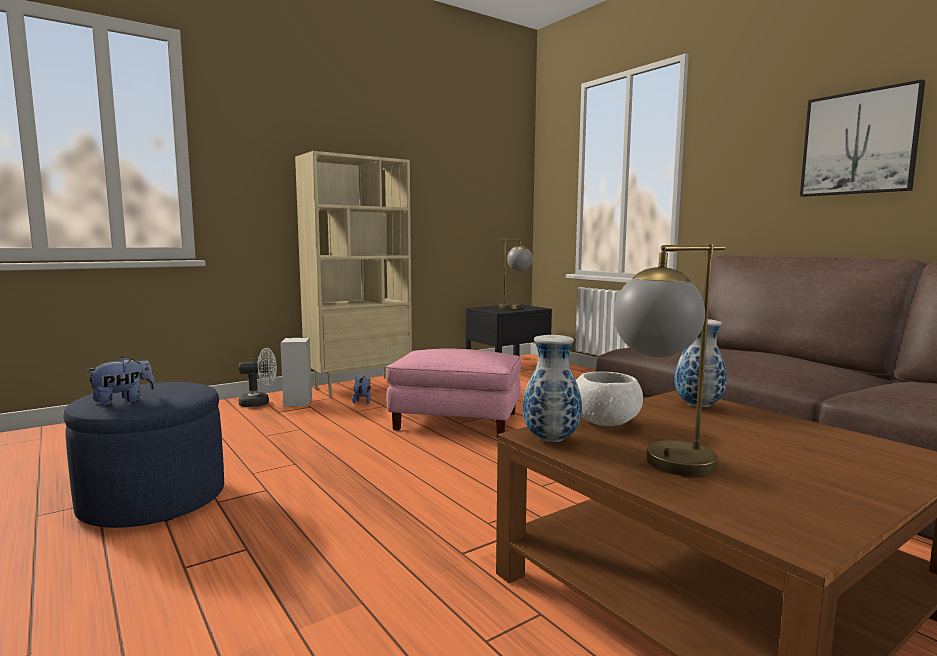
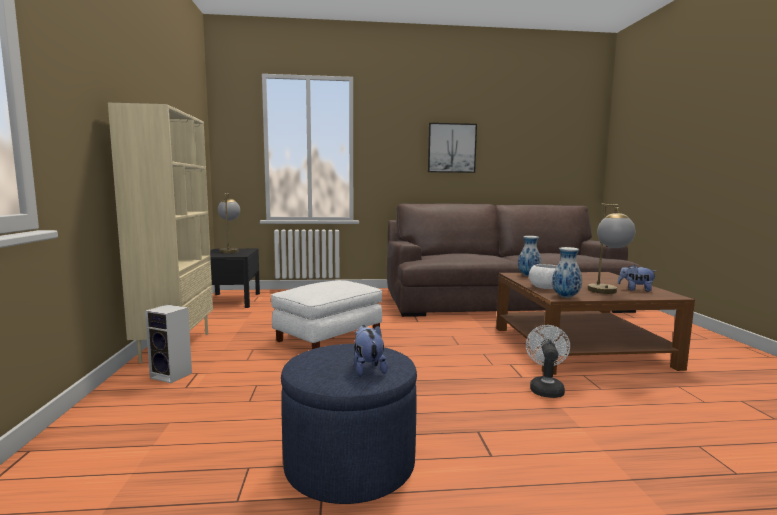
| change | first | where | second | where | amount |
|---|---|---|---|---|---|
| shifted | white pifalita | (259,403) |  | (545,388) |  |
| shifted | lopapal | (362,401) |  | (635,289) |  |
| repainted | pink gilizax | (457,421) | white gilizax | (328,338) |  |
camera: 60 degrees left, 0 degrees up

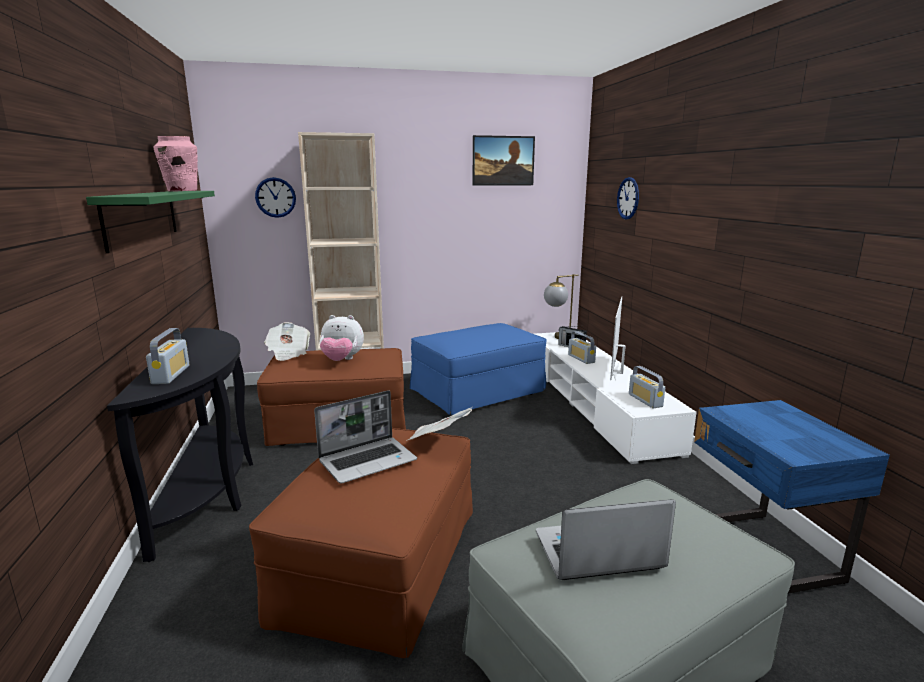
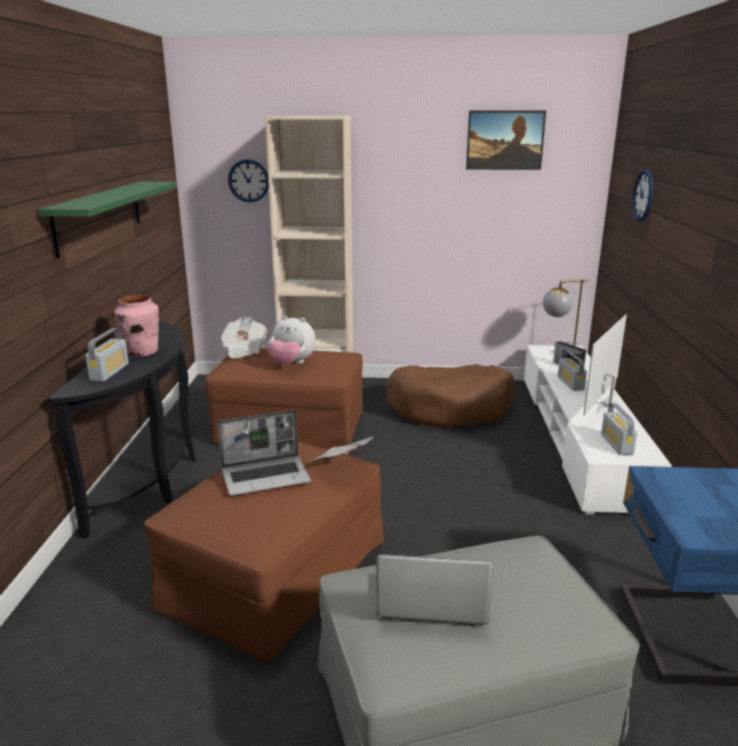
| change | first | where | second | where | amount |
|---|---|---|---|---|---|
| shifted | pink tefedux | (182,191) |  | (142,352) |  |
| swapped | blue gilizax | (478,392) | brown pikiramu | (450,408) |  |
camera: 15 degrees right, 5 degrees up

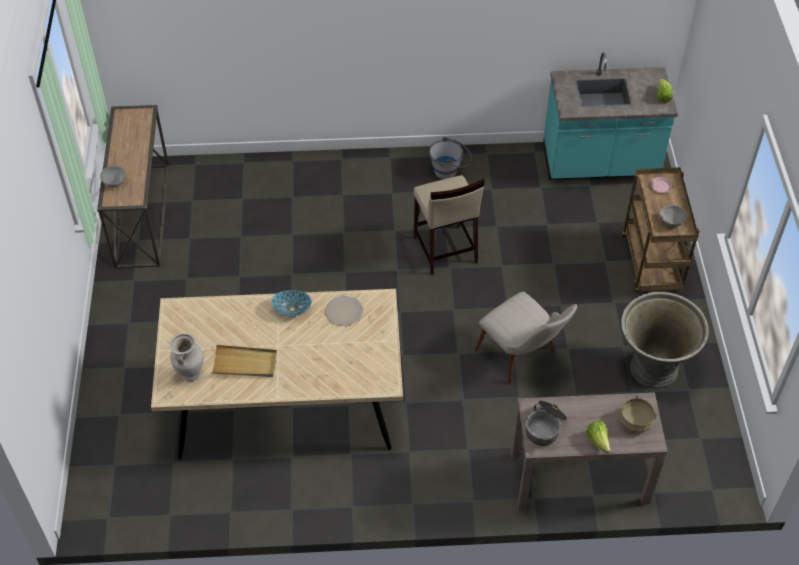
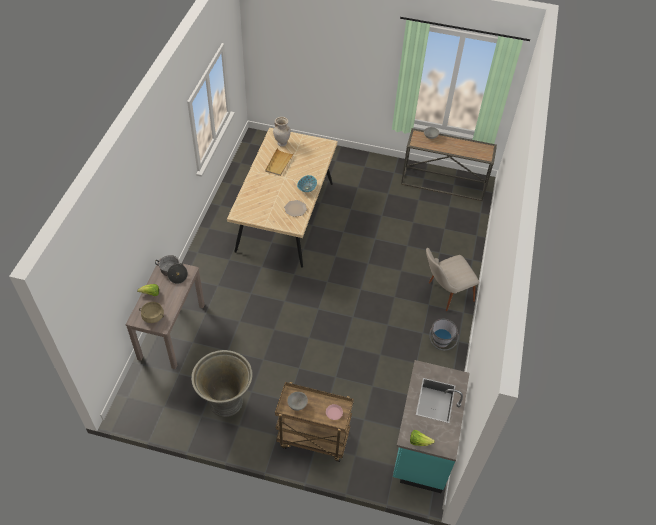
| change | first | where | second | where | amount |
|---|---|---|---|---|---|
| gone | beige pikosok | (444,250) |  |  |  |
| shifted | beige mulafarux | (523,359) |  | (444,294) |  |
camera: 105 degrees right, 0 degrees up

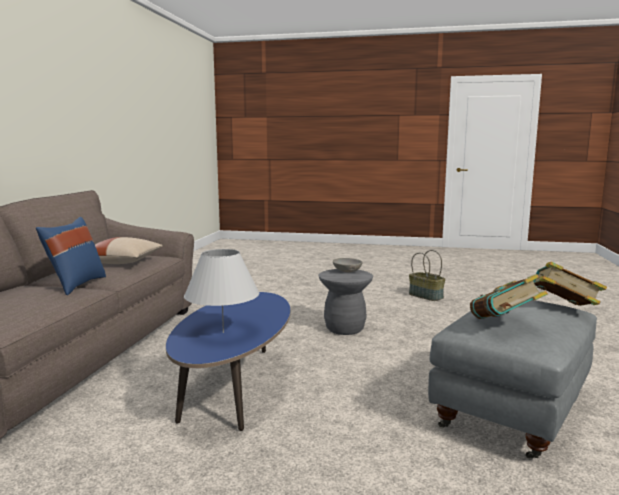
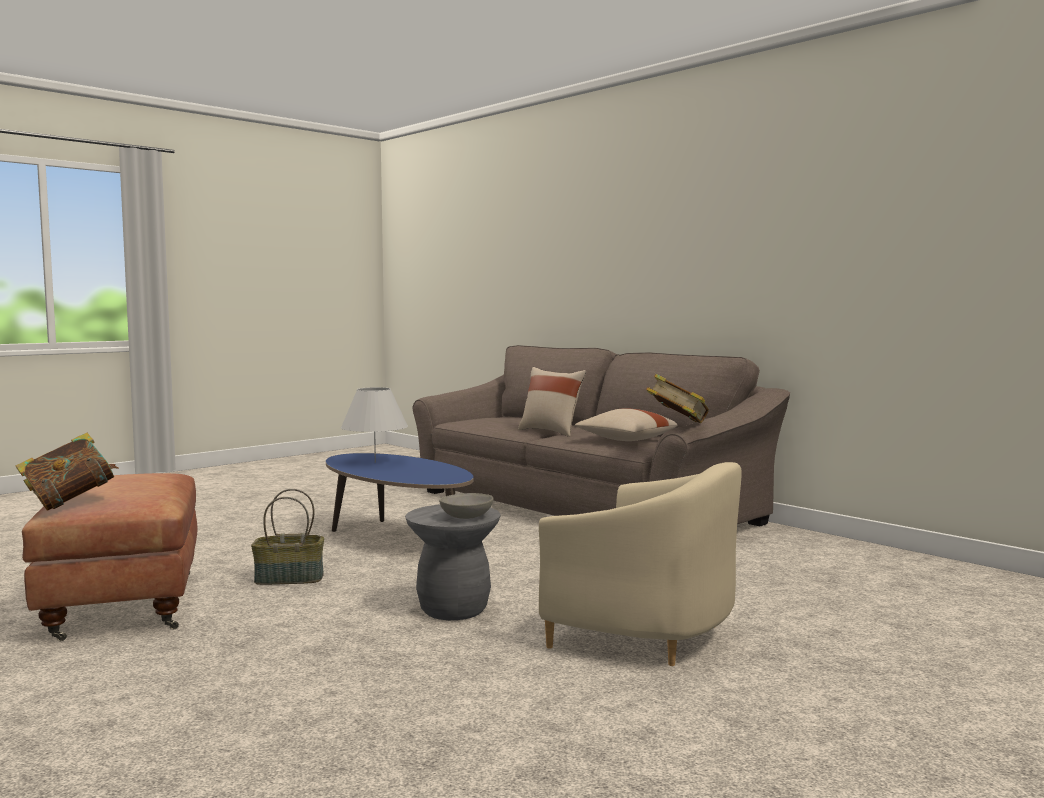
| change | first | where | second | where | amount |
|---|---|---|---|---|---|
| repainted | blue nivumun | (76,285) | beige nivumun | (551,432) |  |
| shifted | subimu | (426,296) |  | (288,579) |  |
| repainted | grey gilizax | (512,413) | brown gilizax | (123,604) |  |
| shifted | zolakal | (504,324) |  | (677,423) |  |
| new |  |  | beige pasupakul | (644,634) |  |
camera: 125 degrees right, 5 degrees down

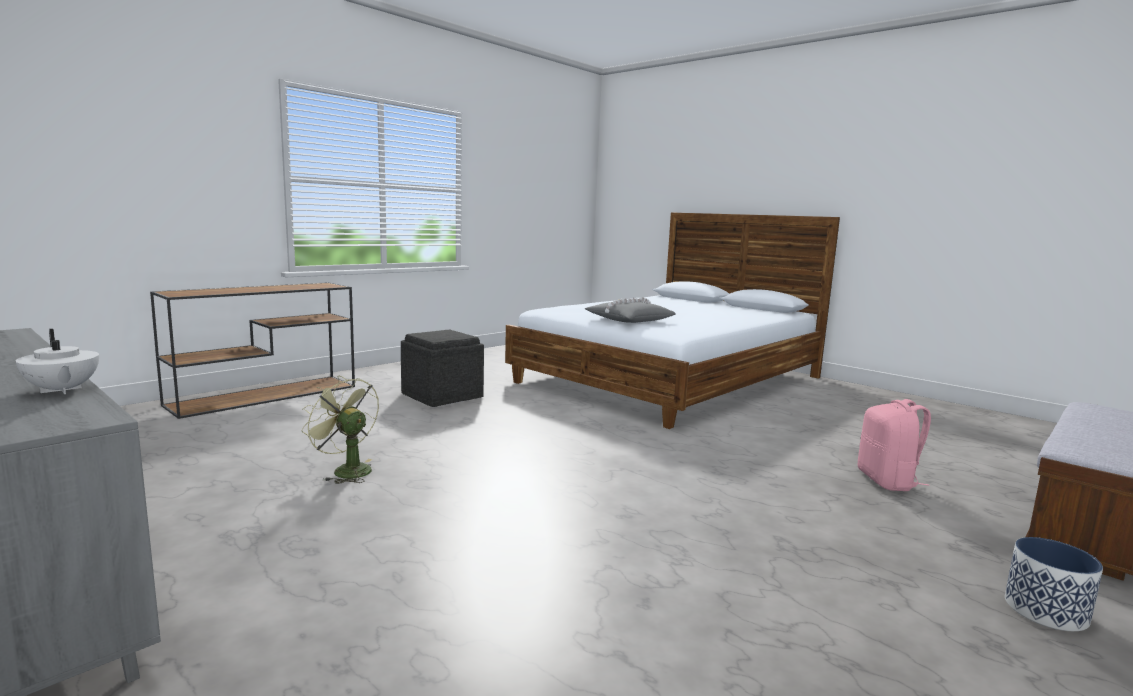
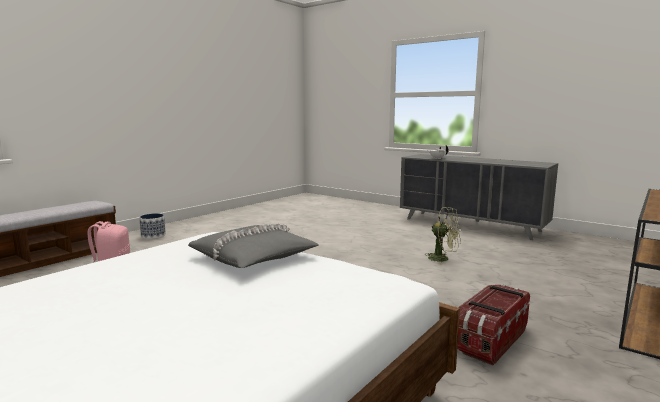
| change | first | where | second | where | amount |
|---|---|---|---|---|---|
| swapped | grey gilizax | (442,396) | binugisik | (489,340) |  |
camera: 175 degrees right, 0 degrees up

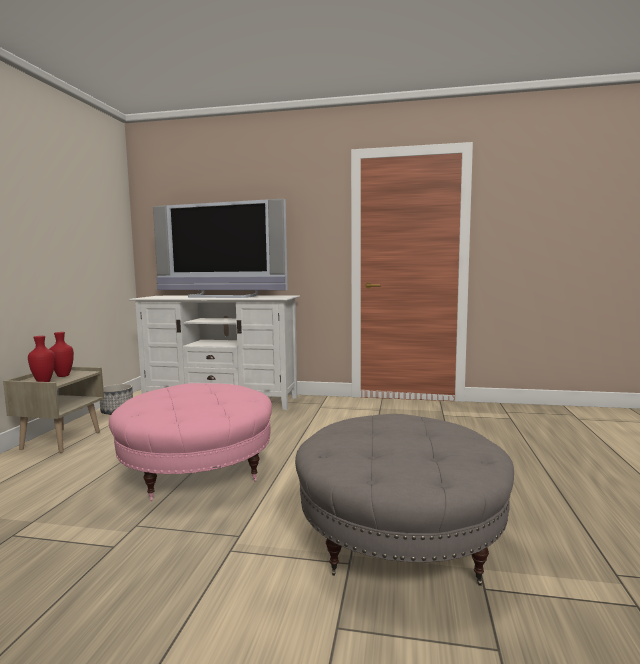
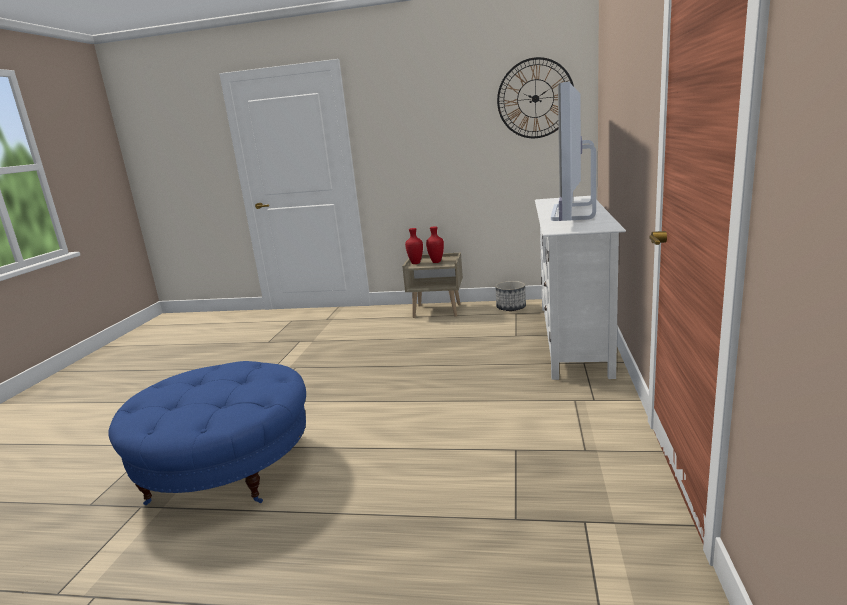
| change | first | where | second | where | amount |
|---|---|---|---|---|---|
| gone | pink gilizax | (198,470) |  |  |  |
| repainted | grey gilizax | (400,537) | blue gilizax | (227,468) |  |
| new |  |  | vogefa | (535,98) |  |
camera: 90 degrees right, 10 degrees up

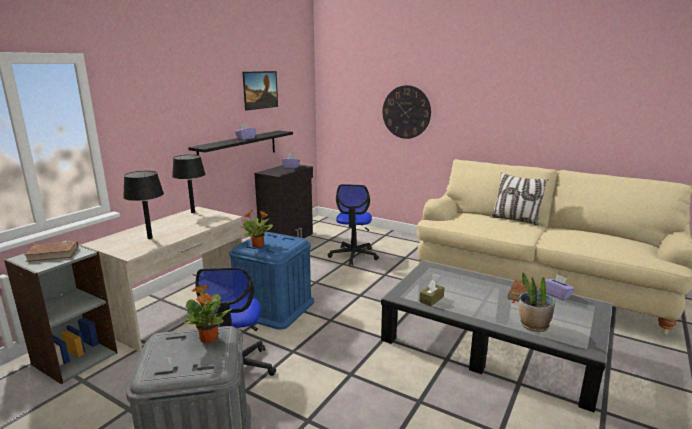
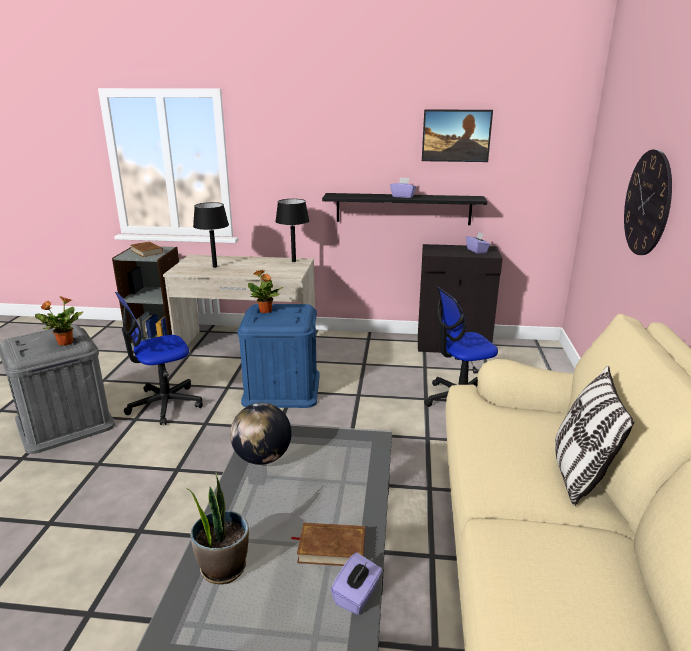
| change | first | where | second | where | amount |
|---|---|---|---|---|---|
| swapped | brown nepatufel | (431,299) | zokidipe | (262,458) |  |
camera: 65 degrees right, 5 degrees up

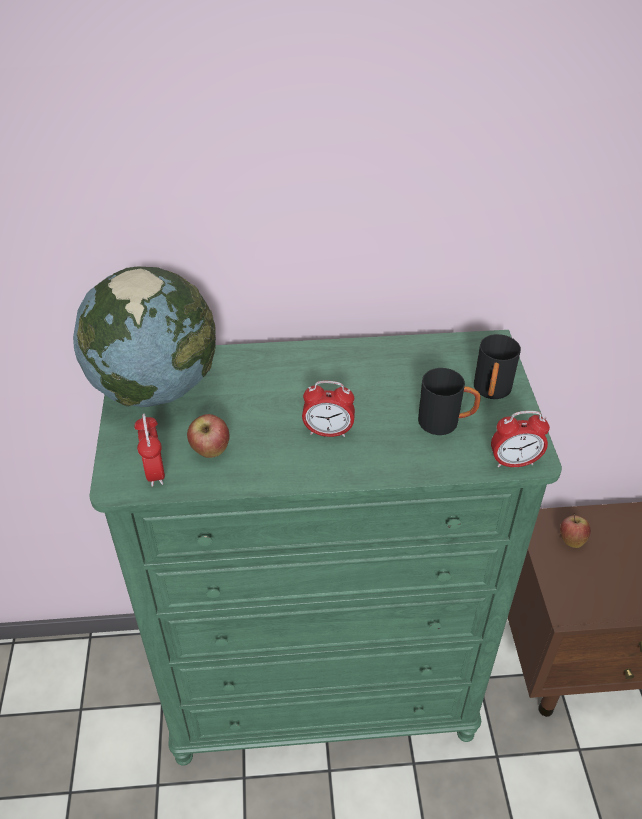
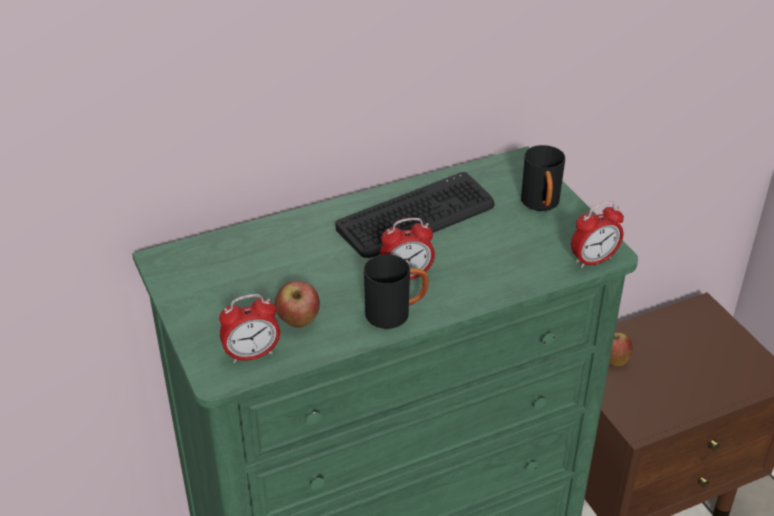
| change | first | where | second | where | amount |
|---|---|---|---|---|---|
| gone | zokidipe | (155,387) |  |  |  |
| rotated | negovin | (155,472) |  | (252,354) | 105 degrees clockwise |
| shifted | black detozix | (446,422) |  | (396,313) |  |
| new |  |  | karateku | (417,217) |  |
camera: 20 degrees left, 5 degrees down

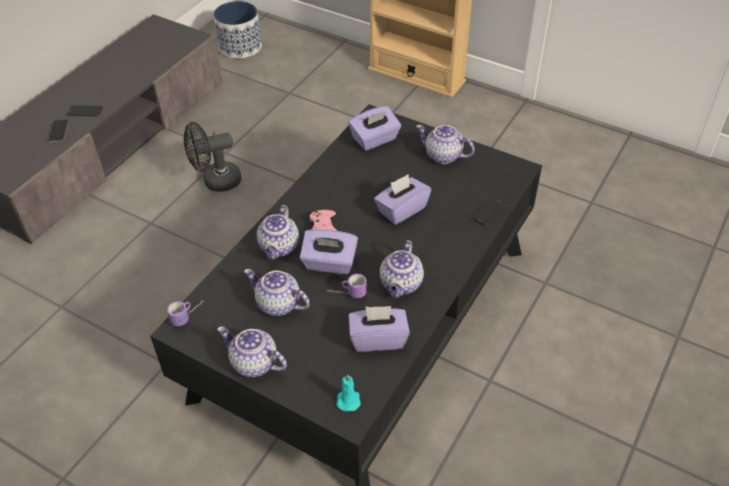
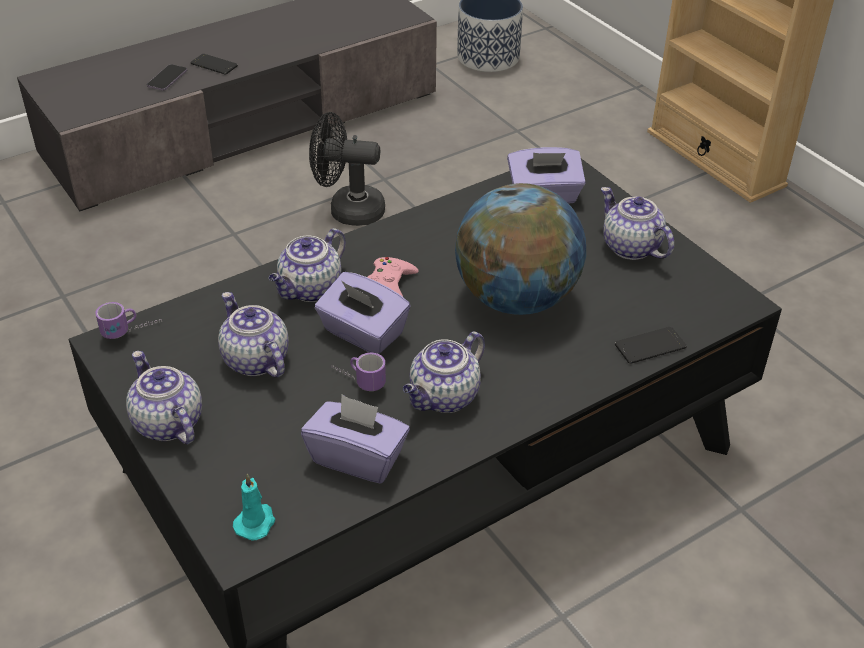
| change | first | where | second | where | amount |
|---|---|---|---|---|---|
| swapped | purple nepatufel | (401,210) | zokidipe | (516,298) |  |
camera: 25 degrees right, 5 degrees down

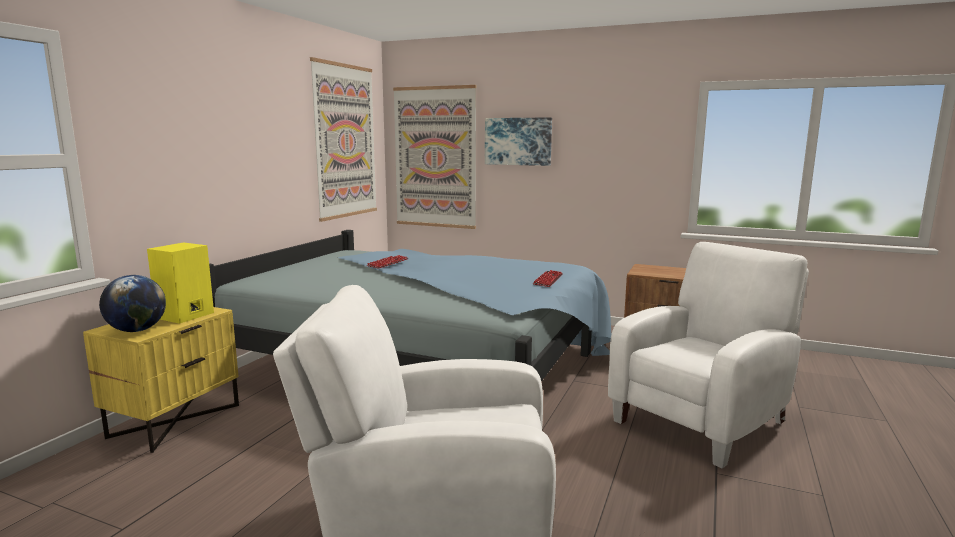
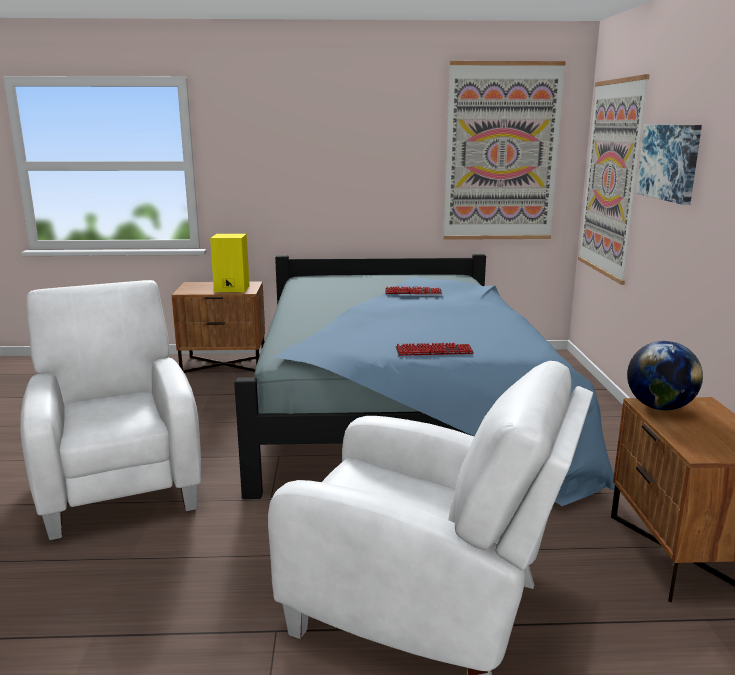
| change | first | where | second | where | amount |
|---|---|---|---|---|---|
| repainted | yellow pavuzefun | (175,420) | brown pavuzefun | (224,364) |  |
| shifted | zokidipe | (137,330) |  | (659,407) |  |
camera: 65 degrees right, 5 degrees up

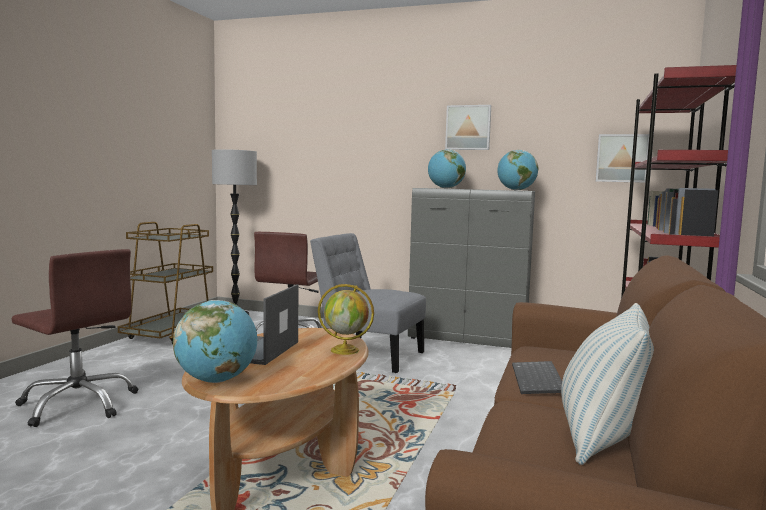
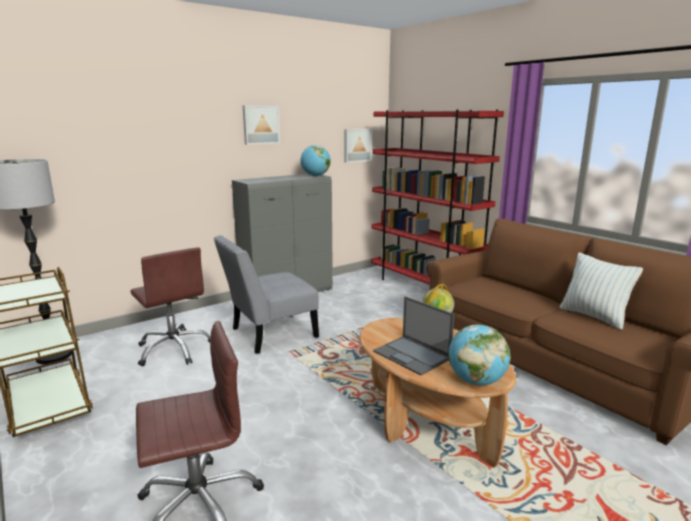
| change | first | where | second | where | amount |
|---|---|---|---|---|---|
| gone | zokidipe | (446,188) |  |  |  |
| gone | karateku | (539,380) |  |  |  |
camera: 55 degrees left, 10 degrees up

